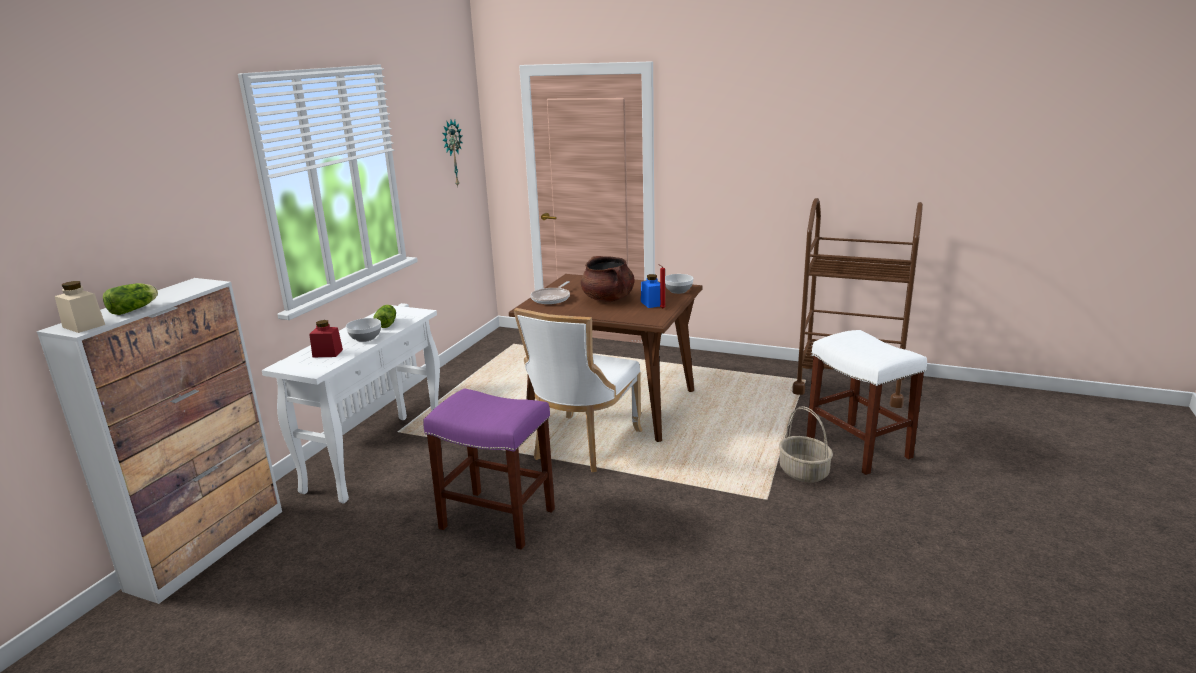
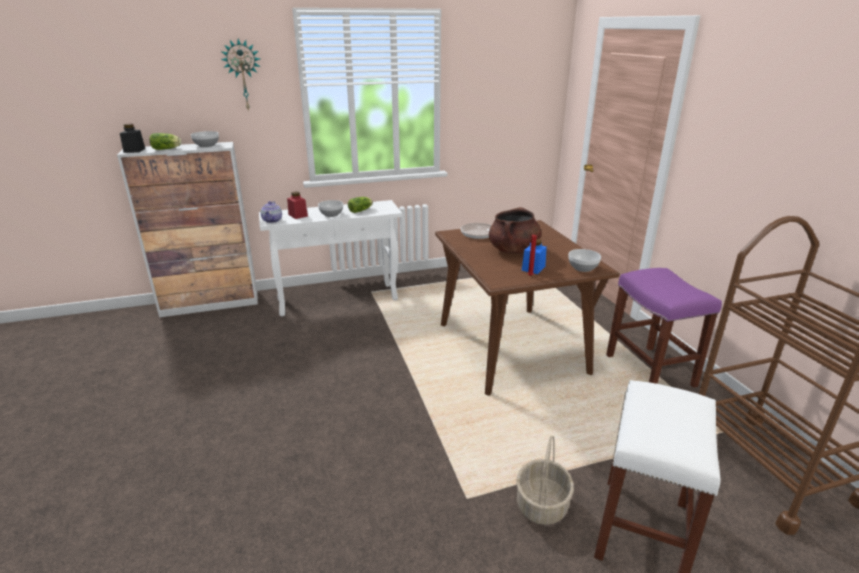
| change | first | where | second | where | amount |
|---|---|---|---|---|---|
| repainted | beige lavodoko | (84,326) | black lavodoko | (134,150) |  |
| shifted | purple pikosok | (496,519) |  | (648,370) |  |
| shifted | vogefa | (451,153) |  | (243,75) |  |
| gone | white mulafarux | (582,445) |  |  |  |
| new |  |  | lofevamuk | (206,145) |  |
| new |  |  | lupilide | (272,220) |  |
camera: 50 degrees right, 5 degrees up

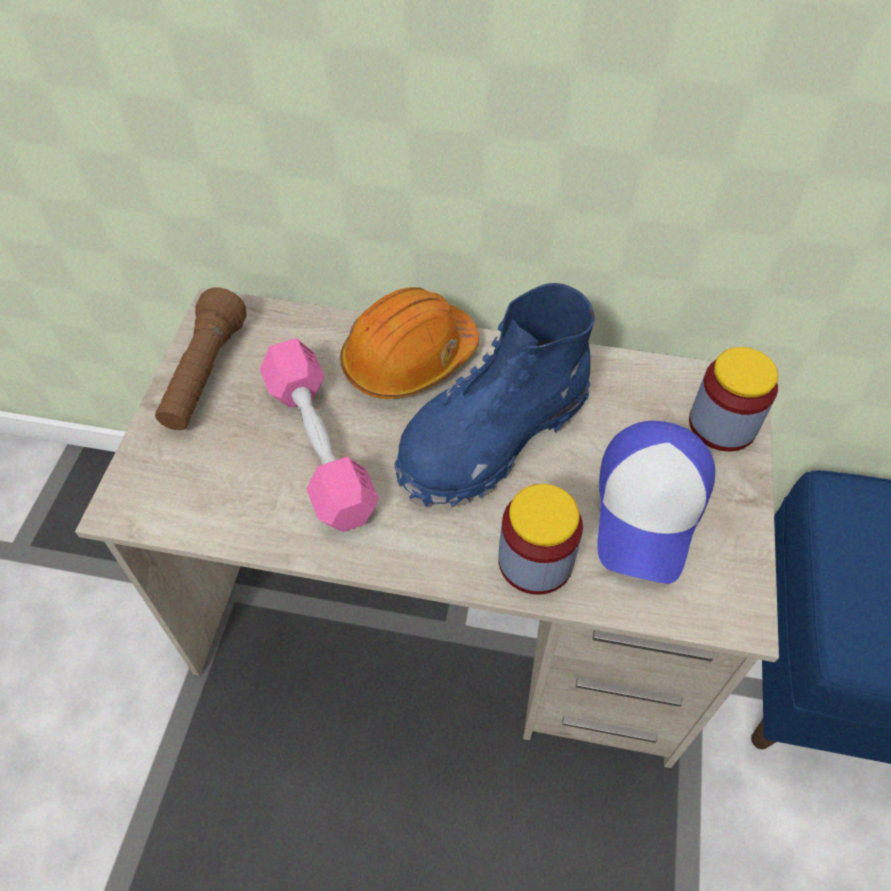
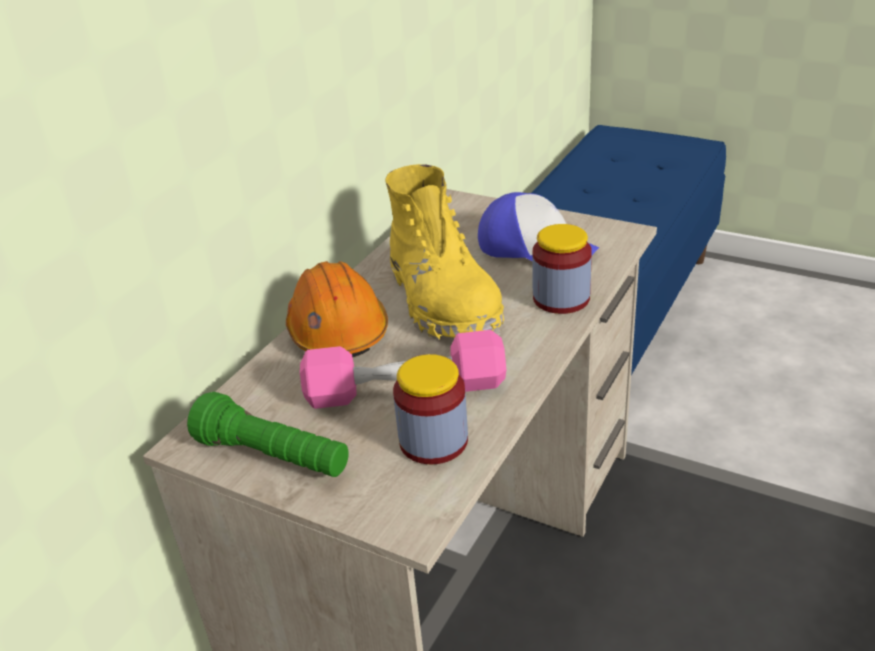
| change | first | where | second | where | amount |
|---|---|---|---|---|---|
| repainted | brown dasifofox | (205,375) | green dasifofox | (273,457) |  |
| repainted | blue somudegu | (491,438) | yellow somudegu | (443,302) |  |
| shifted | lavodoko | (722,425) |  | (433,441) |  |
camera: 70 degrees left, 20 degrees down

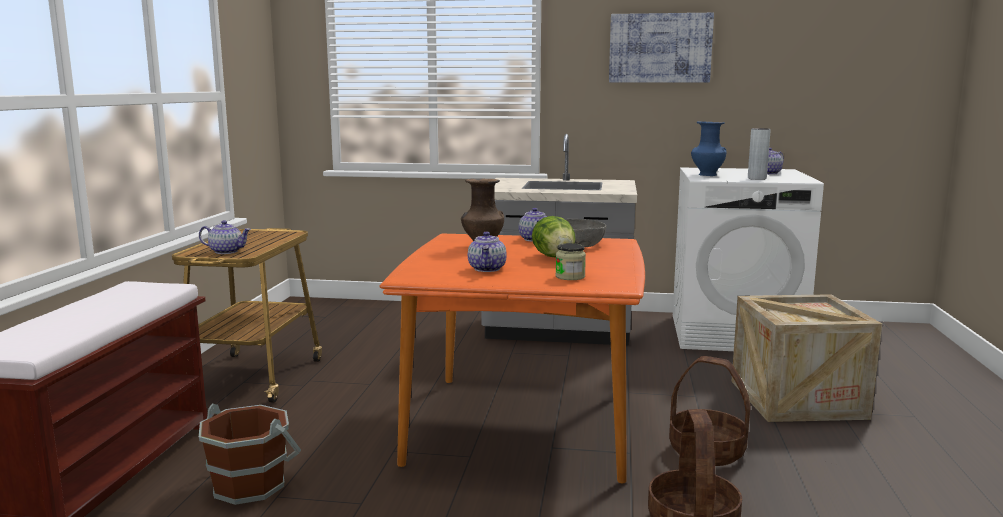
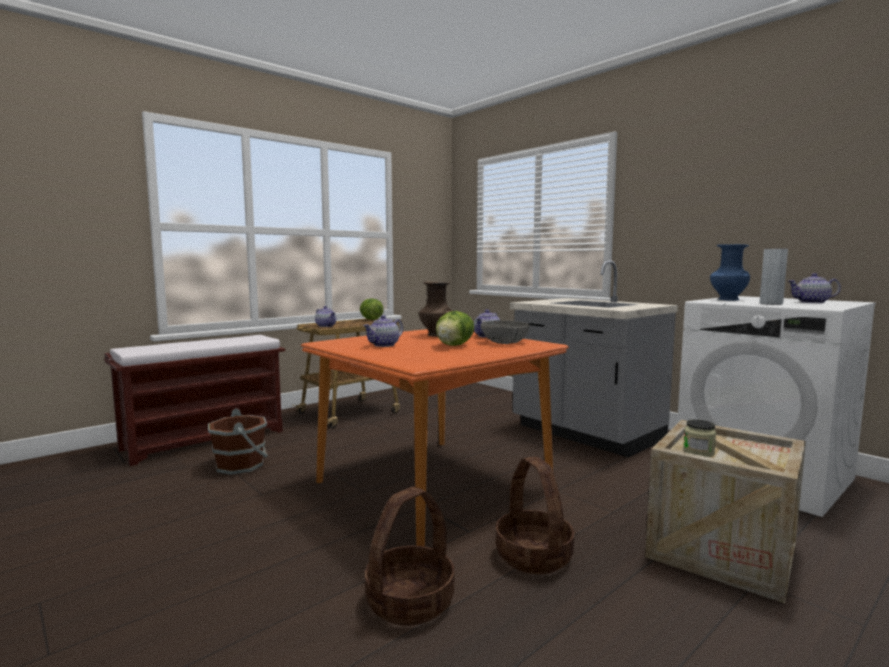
| change | first | where | second | where | amount |
|---|---|---|---|---|---|
| shifted | lavodoko | (570,277) |  | (698,452) |  |
| gone | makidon | (660,48) |  |  |  |
| new |  |  | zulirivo | (371,319) |  |
camera: 40 degrees right, 5 degrees down

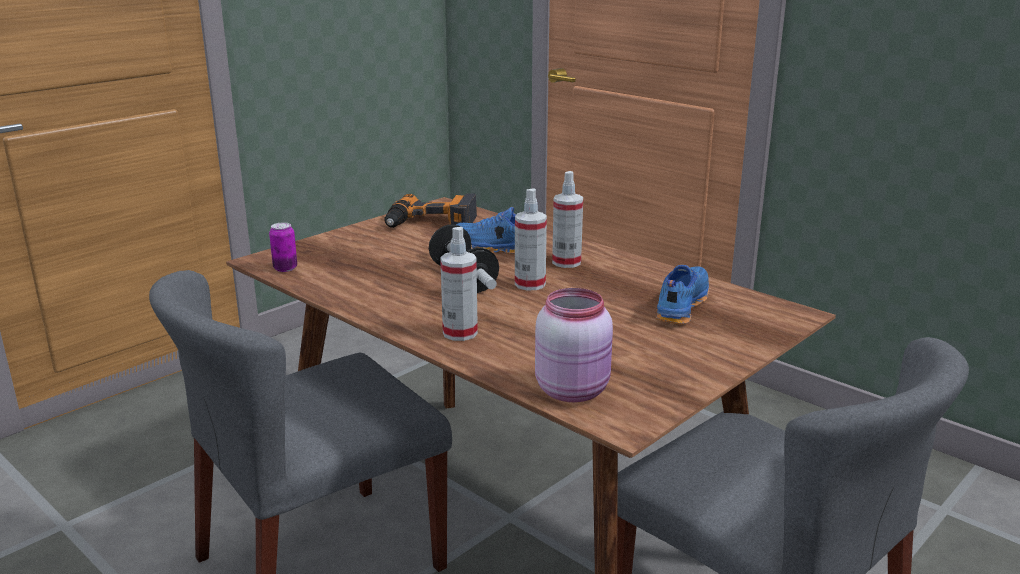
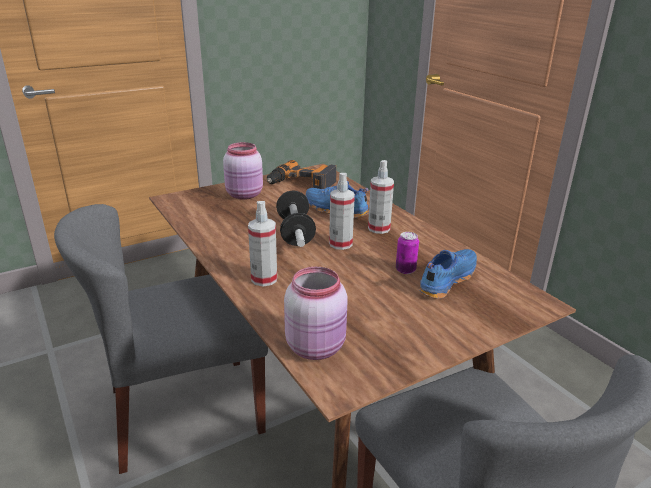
| change | first | where | second | where | amount |
|---|---|---|---|---|---|
| shifted | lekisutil | (285,268) |  | (405,270) |  |
| new |  |  | pink lavodoko | (245,195) |  |
camera: 15 degrees right, 5 degrees up

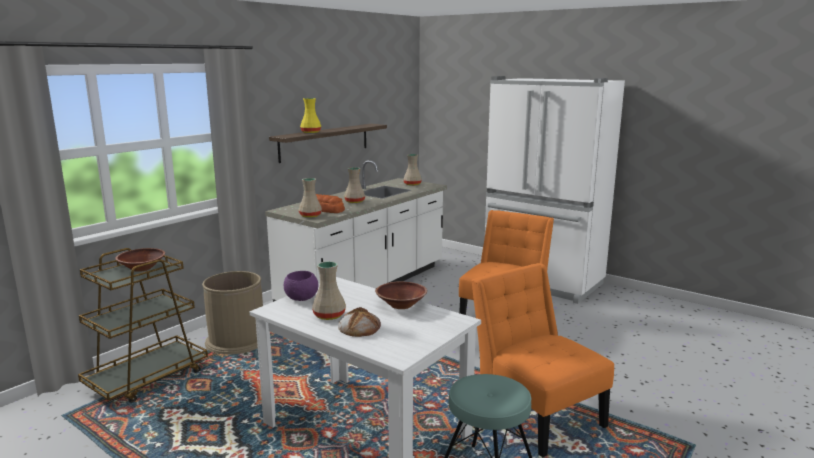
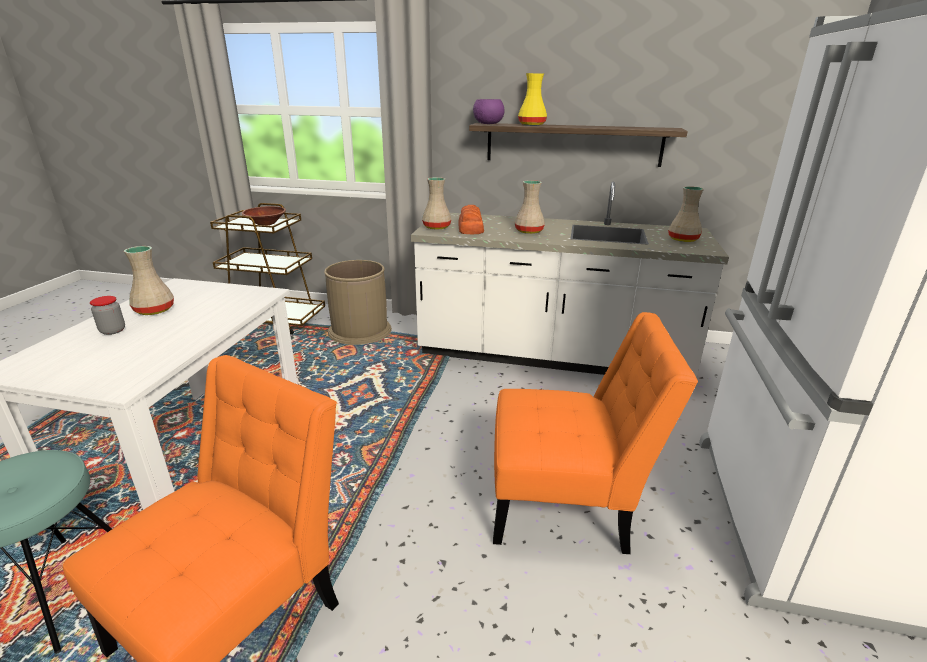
| change | first | where | second | where | amount |
|---|---|---|---|---|---|
| shifted | purple lofevamuk | (300,298) |  | (488,124) |  |
| swapped | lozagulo | (359,327) | lavodoko | (113,331) |  |
| gone | brown lofevamuk | (401,305) |  |  |  |
camera: 65 degrees right, 10 degrees up

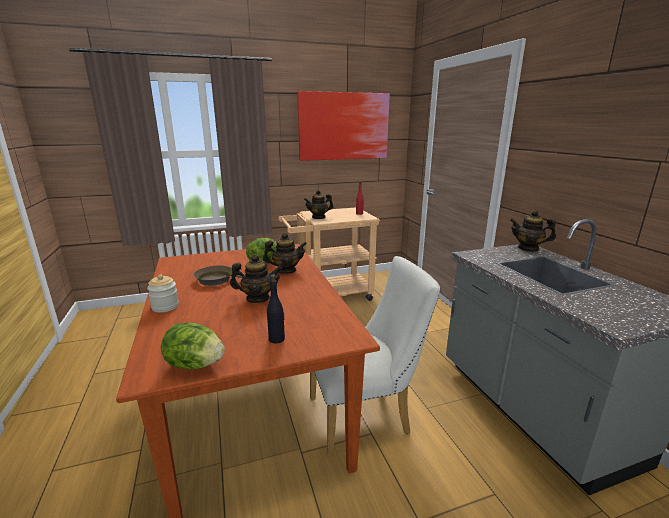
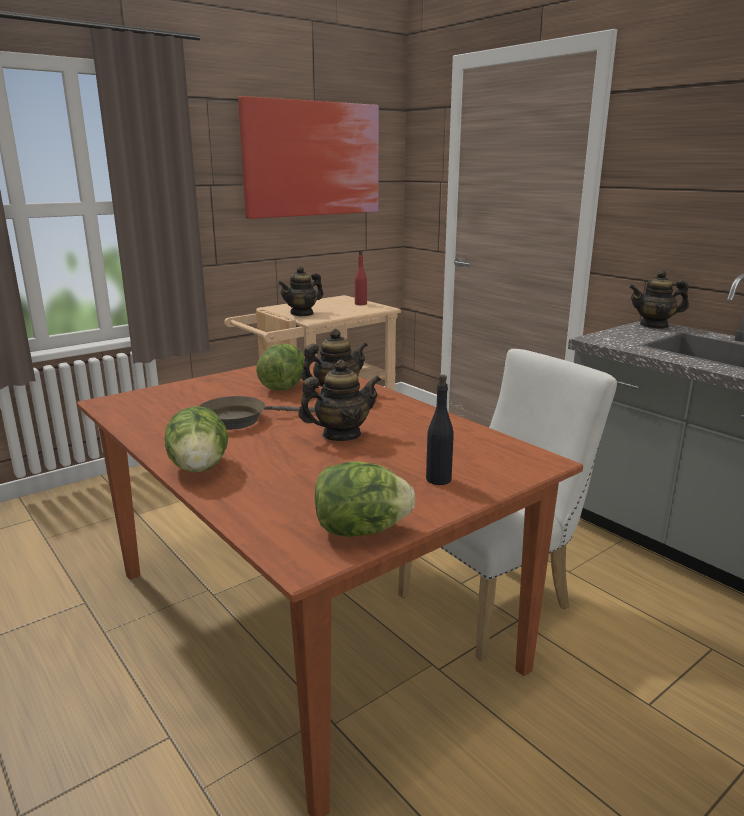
| change | first | where | second | where | amount |
|---|---|---|---|---|---|
| swapped | lavodoko | (165,307) | zulirivo | (199,468) |  |
camera: 20 degrees left, 0 degrees up

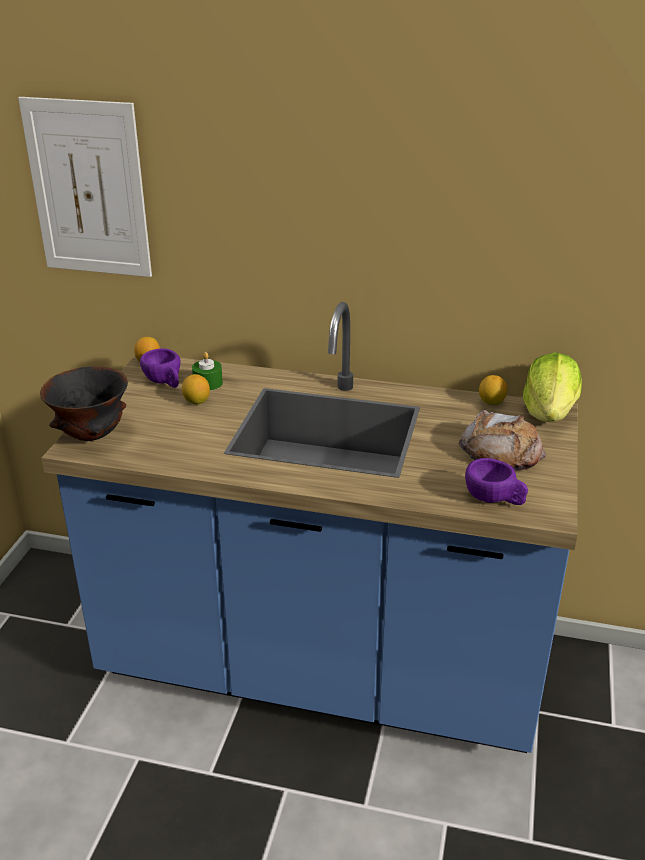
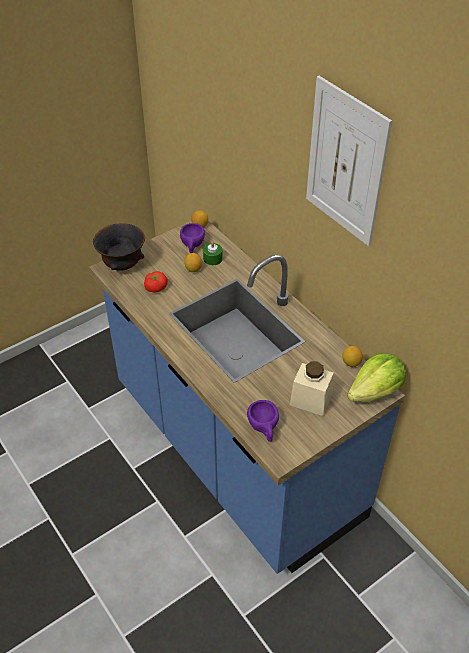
| change | first | where | second | where | amount |
|---|---|---|---|---|---|
| shifted | makidon | (88,189) |  | (345,163) |  |
| swapped | lozagulo | (501,450) | beige lavodoko | (310,400) |  |
| new |  |  | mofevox | (155,287) |  |
camera: 40 degrees right, 15 degrees up

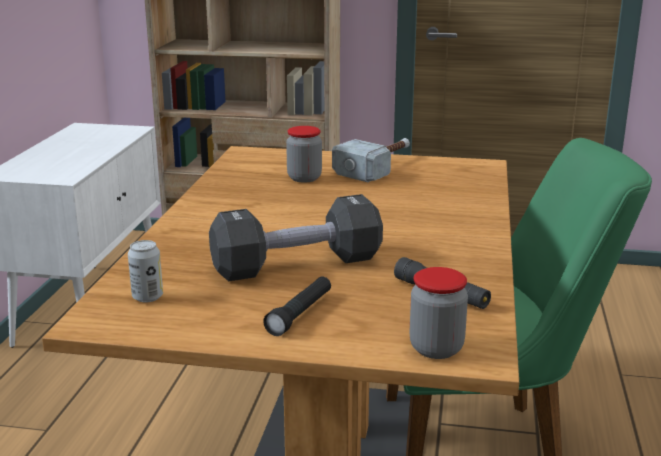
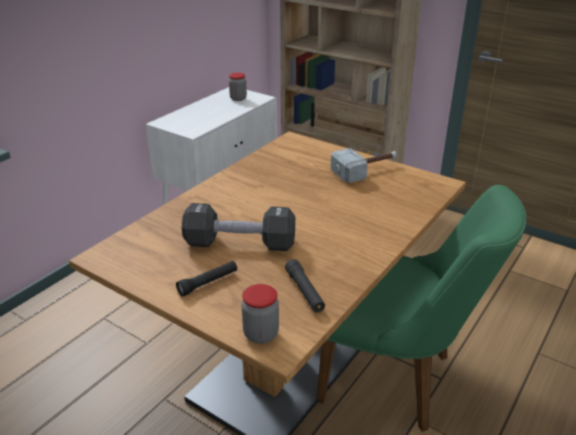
| change | first | where | second | where | amount |
|---|---|---|---|---|---|
| gone | lekisutil | (147,297) |  |  |  |
| shifted | lavodoko | (304,178) |  | (238,98) |  |
camera: 25 degrees right, 10 degrees up

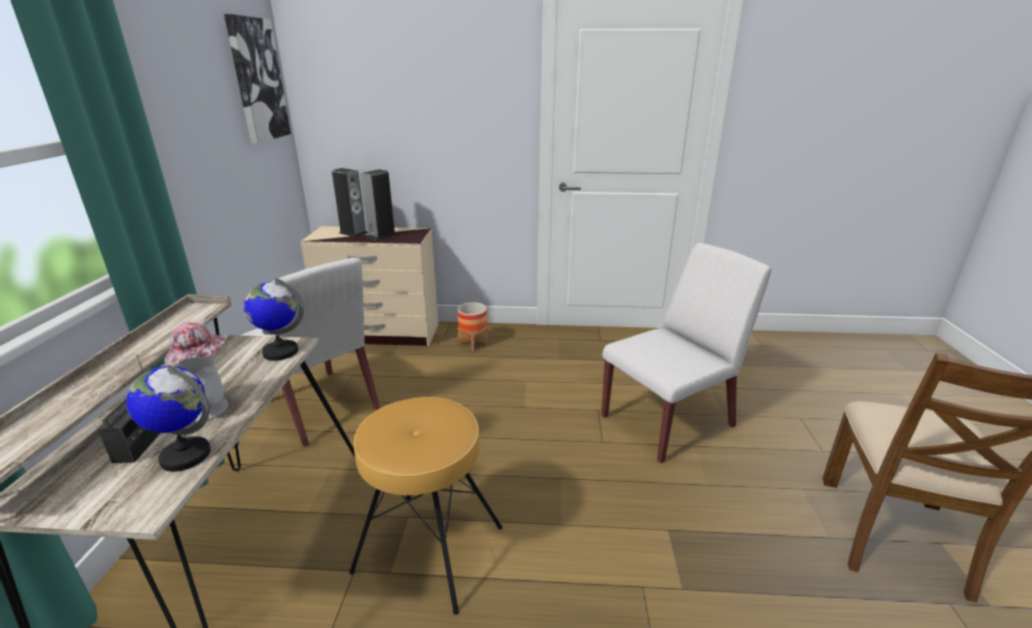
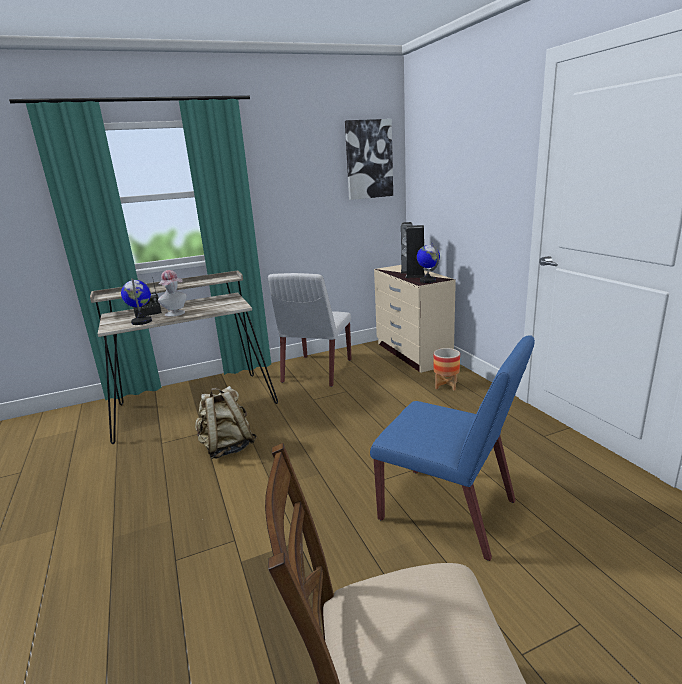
| change | first | where | second | where | amount |
|---|---|---|---|---|---|
| shifted | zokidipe | (280,352) |  | (428,280) |  |
| swapped | brown pikosok | (429,550) | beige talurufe | (227,447) |  |
| repainted | white mulafarux | (668,421) | blue mulafarux | (449,511) |  |
camera: 65 degrees right, 5 degrees down

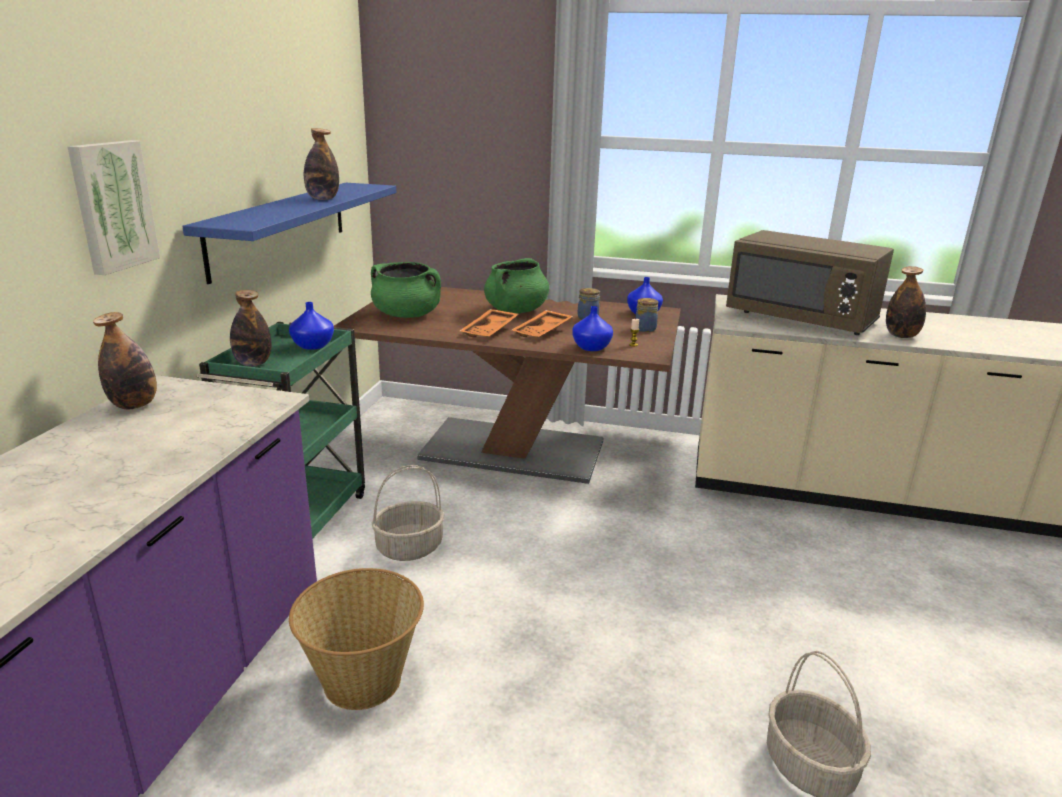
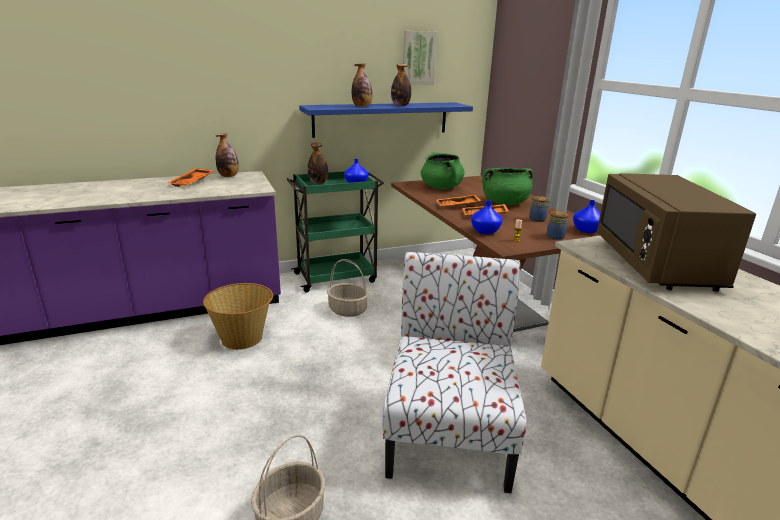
| change | first | where | second | where | amount |
|---|---|---|---|---|---|
| shifted | makidon | (112,206) |  | (418,58) |  |
| shifted | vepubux | (901,336) |  | (362,107) |  |
| new |  |  | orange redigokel | (192,182) |  |
| new |  |  | mulafarux | (449,430) |  |
camera: 55 degrees right, 0 degrees up

